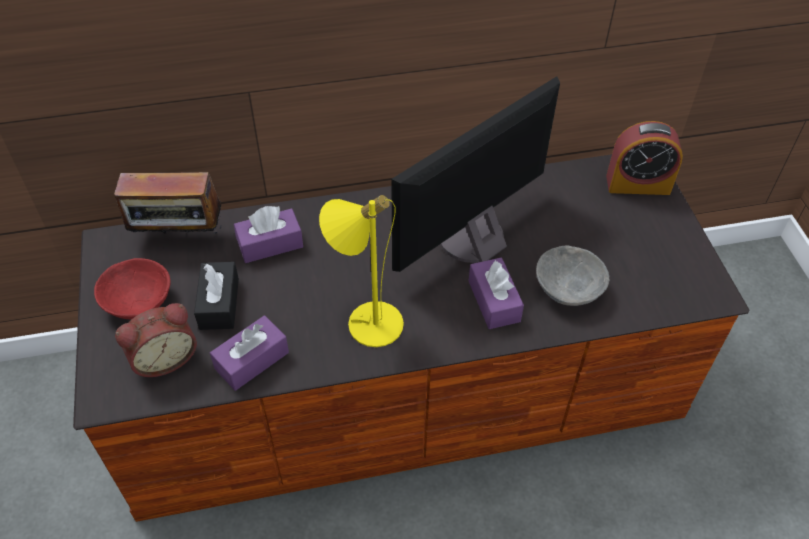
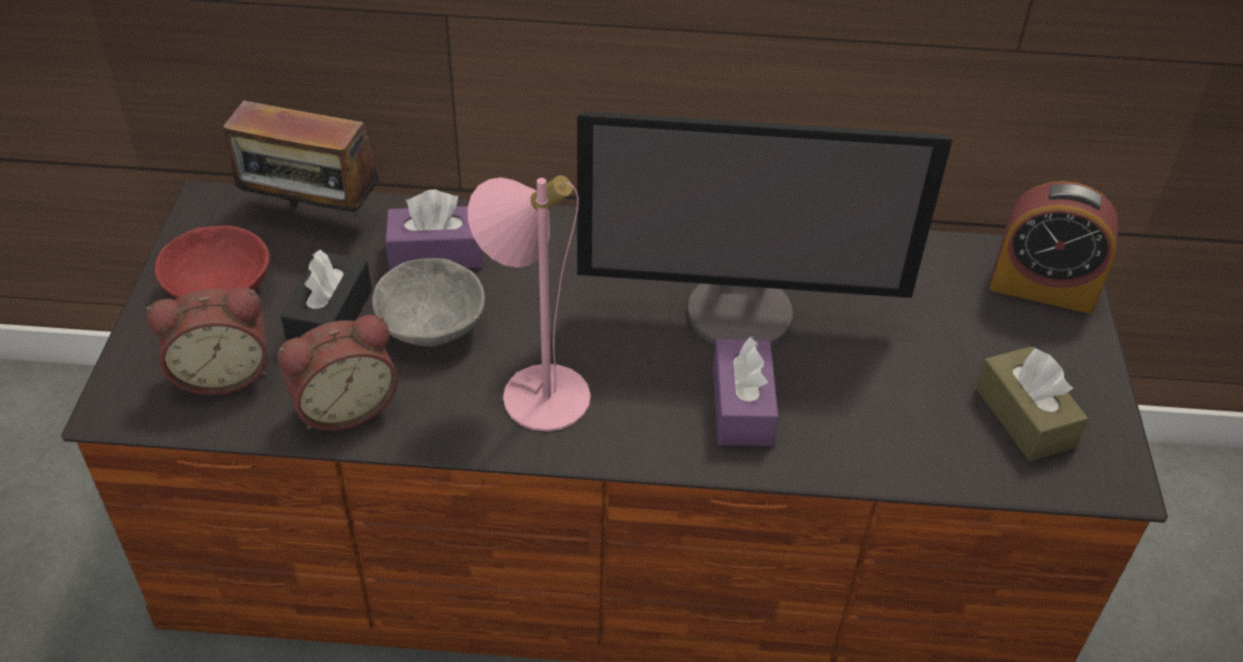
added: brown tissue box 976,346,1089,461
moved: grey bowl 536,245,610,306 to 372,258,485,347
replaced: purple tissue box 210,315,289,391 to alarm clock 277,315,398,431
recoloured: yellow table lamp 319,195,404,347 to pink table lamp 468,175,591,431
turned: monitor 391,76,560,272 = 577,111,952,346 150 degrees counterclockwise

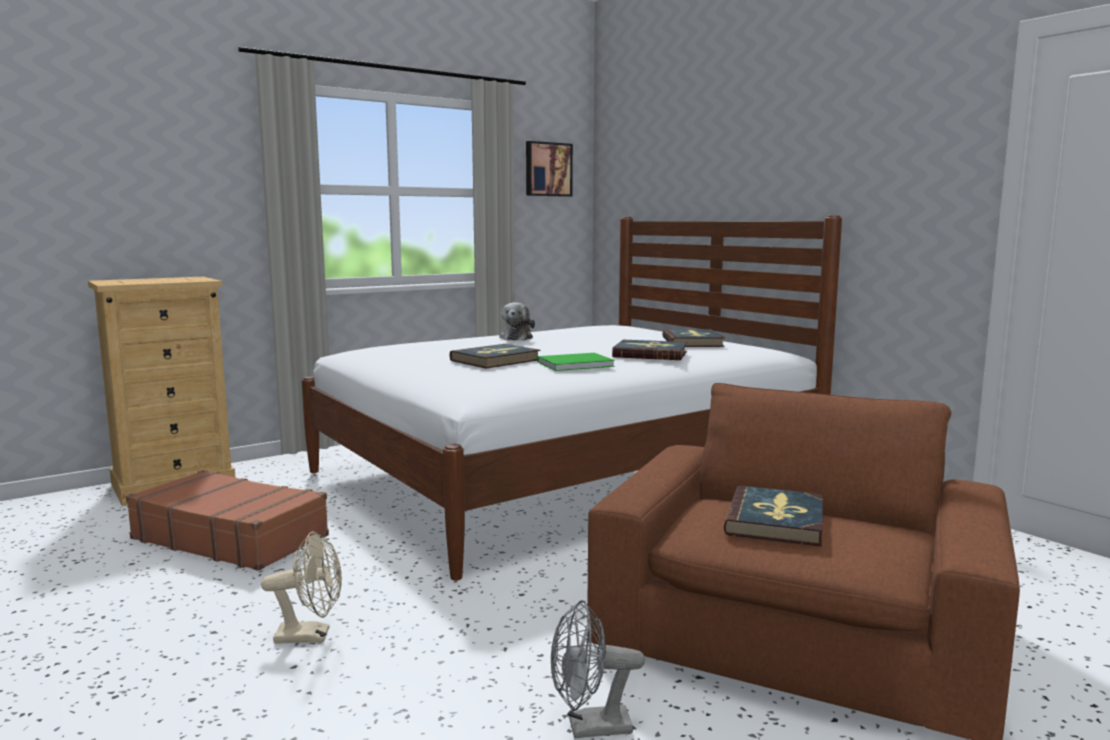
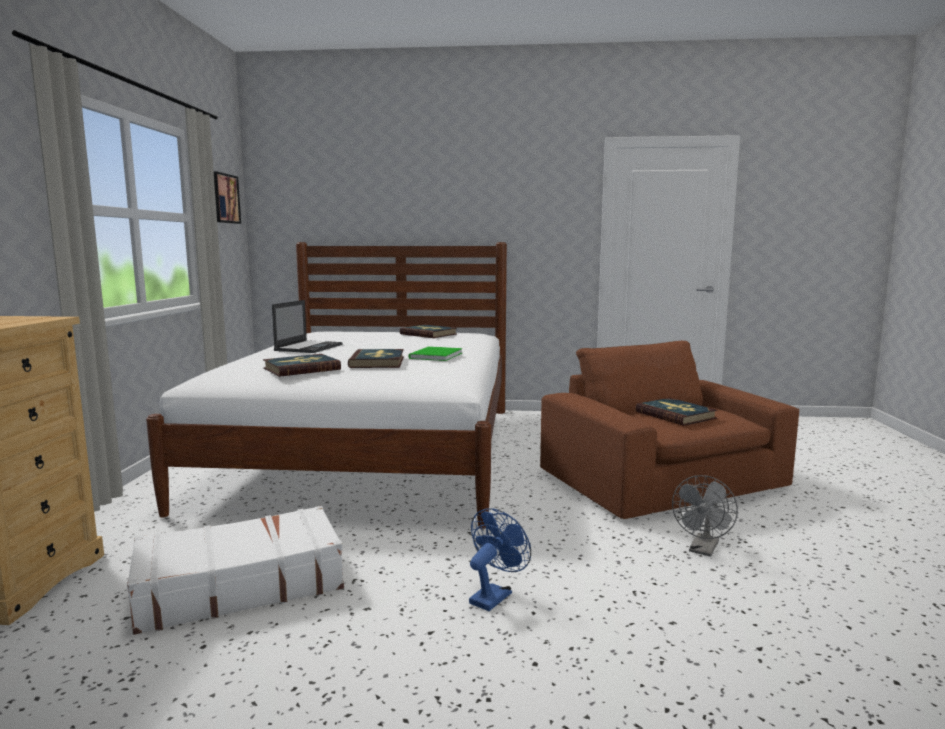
moved: book 612,340,687,360 to 263,354,341,377
replaced: plush toy 499,302,535,341 to laptop 272,300,342,353
recoloured: brown suitcase 126,470,329,571 to white suitcase 127,506,344,635; beige fan 261,531,342,644 to blue fan 469,508,531,611

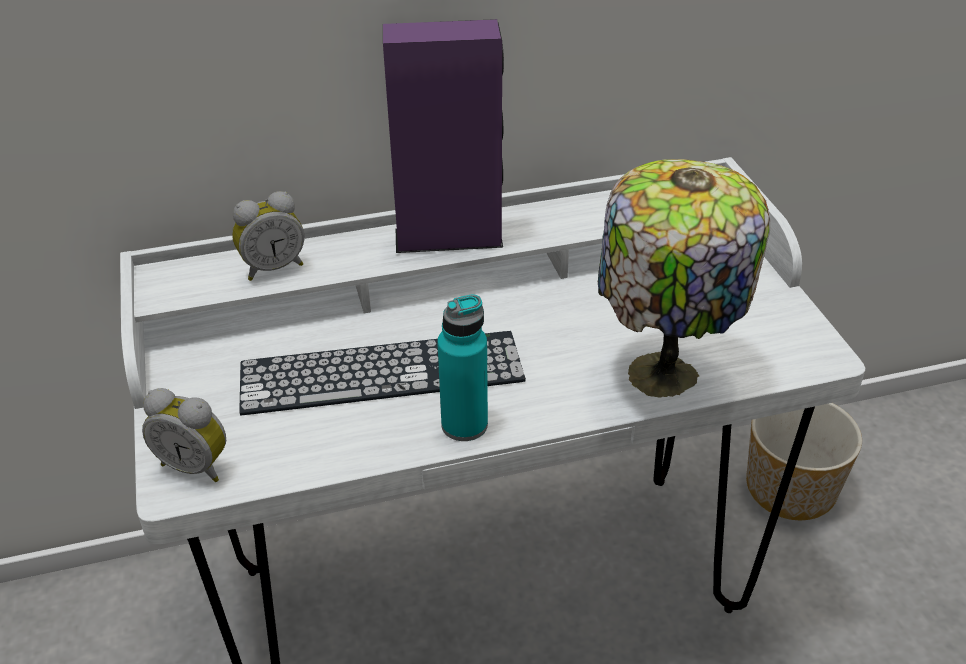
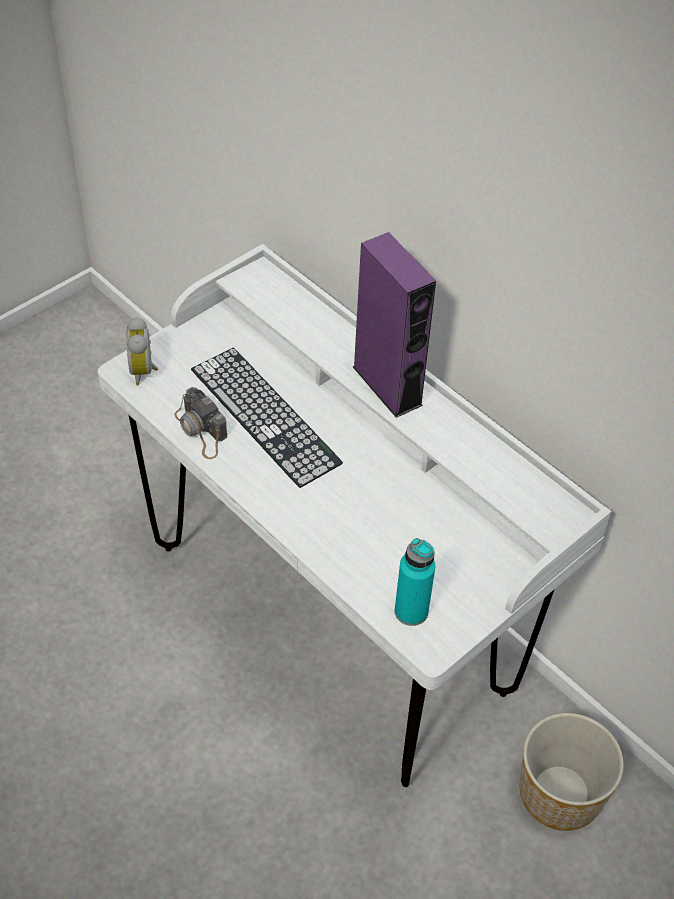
removed: alarm clock 232,191,304,281; table lamp 598,159,770,398
added: photo camera 174,387,227,459
moved: turquoise bottle 437,295,488,441 to 395,538,435,626

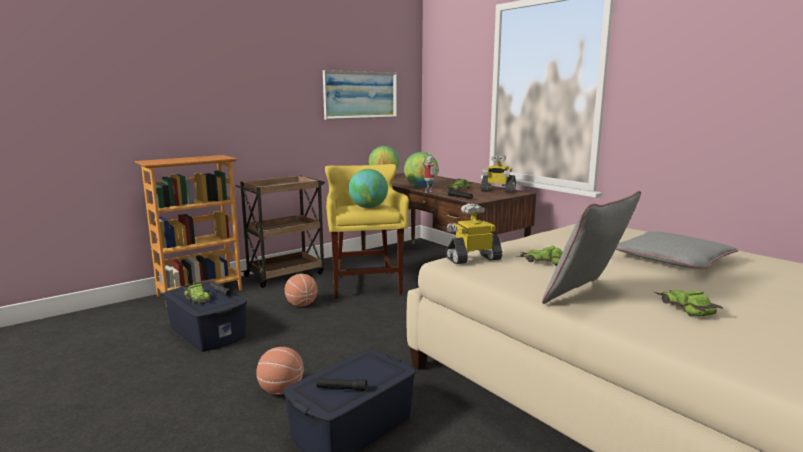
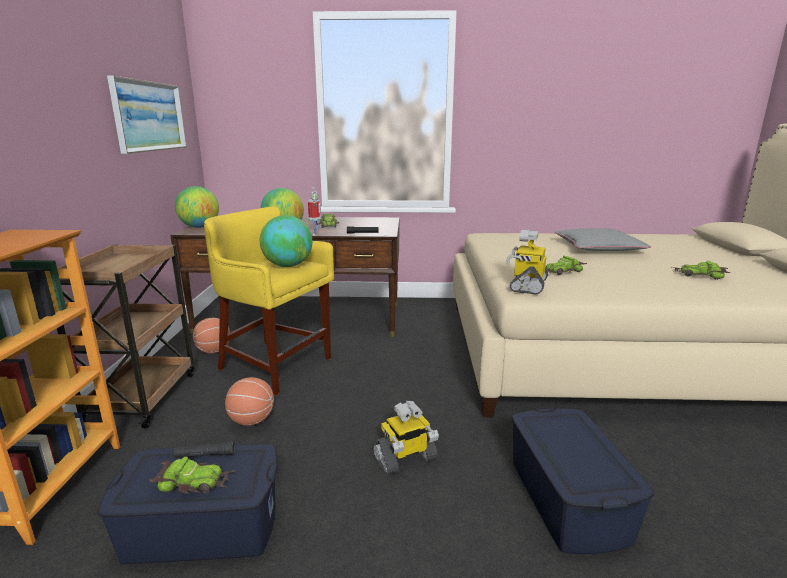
removed: black flashlight 316,378,367,391; grey pillow 542,191,641,304
moved: basketball 256,347,304,395 to 193,318,230,353; toy robot 481,155,516,193 to 373,401,439,474

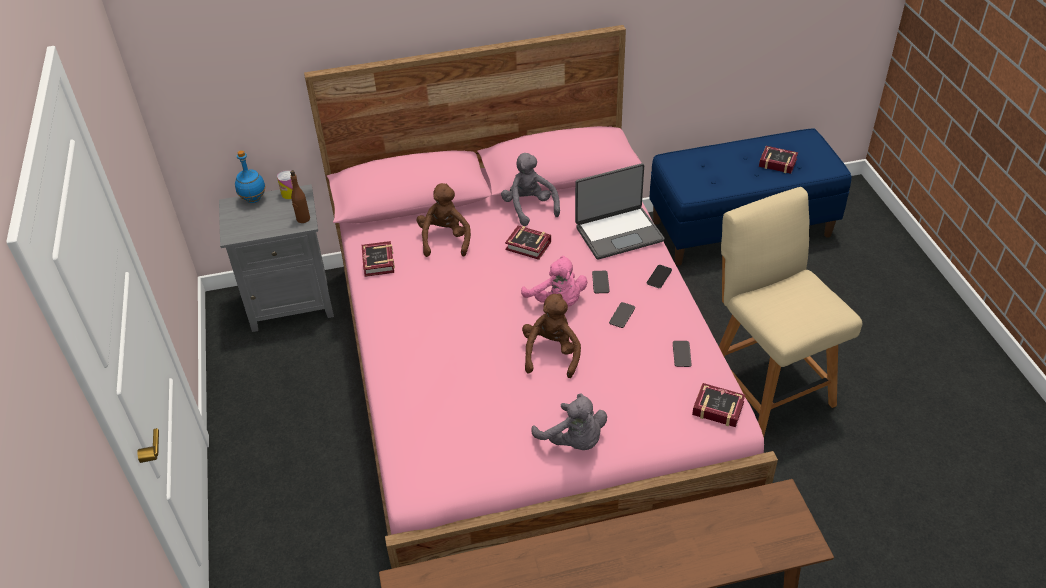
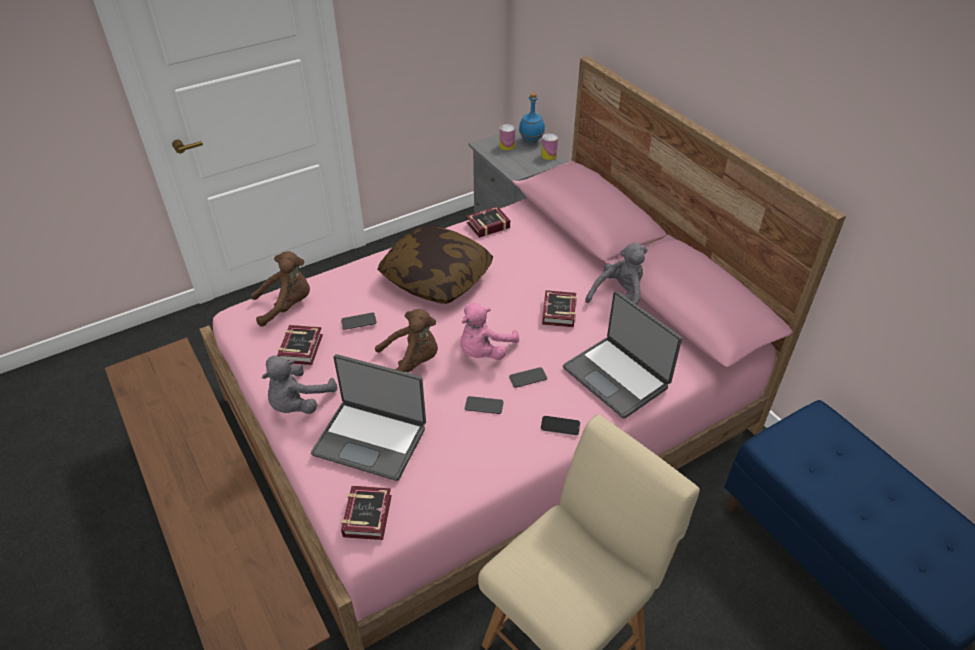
removed: brown bottle 290,170,310,223
added: laptop 311,354,426,481; pillow 377,225,493,304; can 500,124,515,150
moved: brown plush toy 417,183,471,257 to 251,251,310,327; book 759,146,798,174 to 277,325,323,365; phone 673,341,692,367 to 341,313,377,330

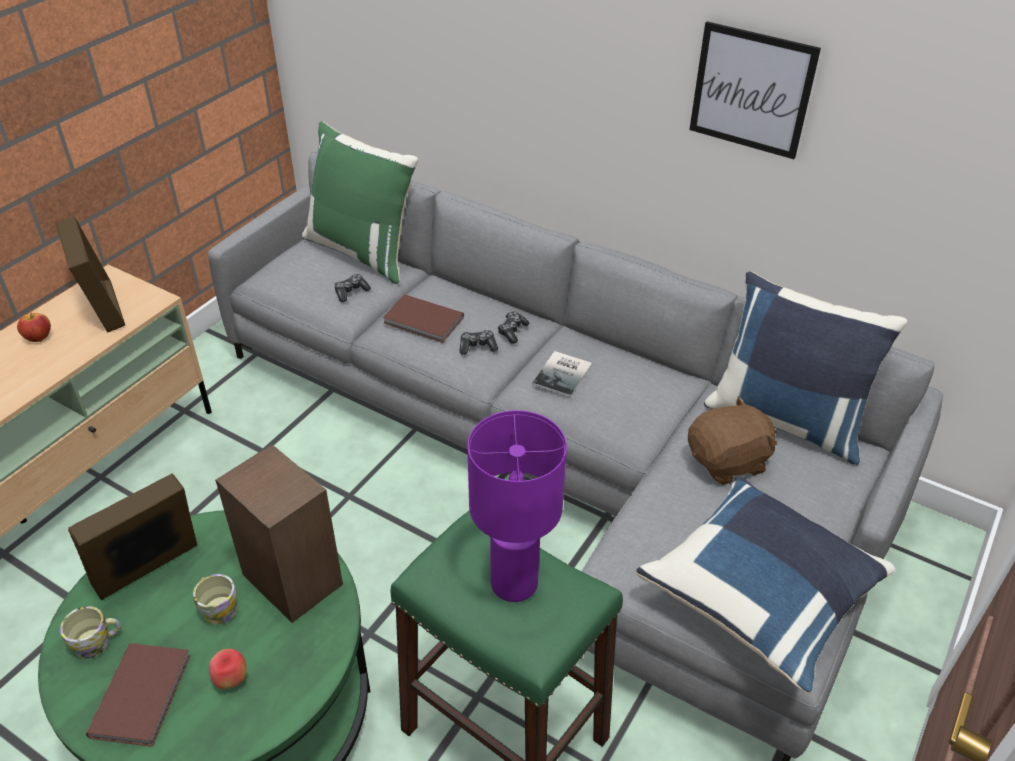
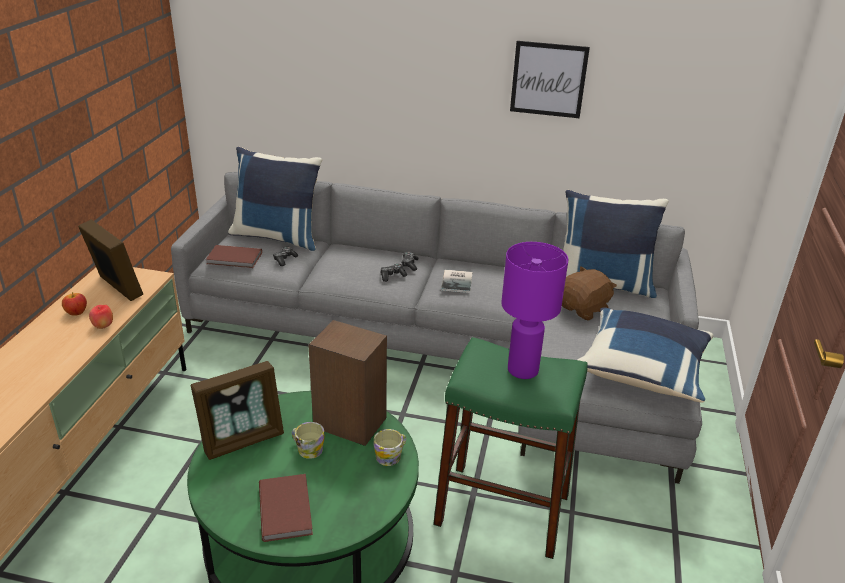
moved: apple 209,649,247,689 to 89,305,113,329; brown book 382,294,464,343 to 206,245,262,268; mug 60,606,121,659 to 373,429,406,466
recoloured: green pillow 302,121,418,284 to blue pillow 228,147,322,251
turned: picture frame 68,473,197,600 = 191,361,284,460 150 degrees counterclockwise

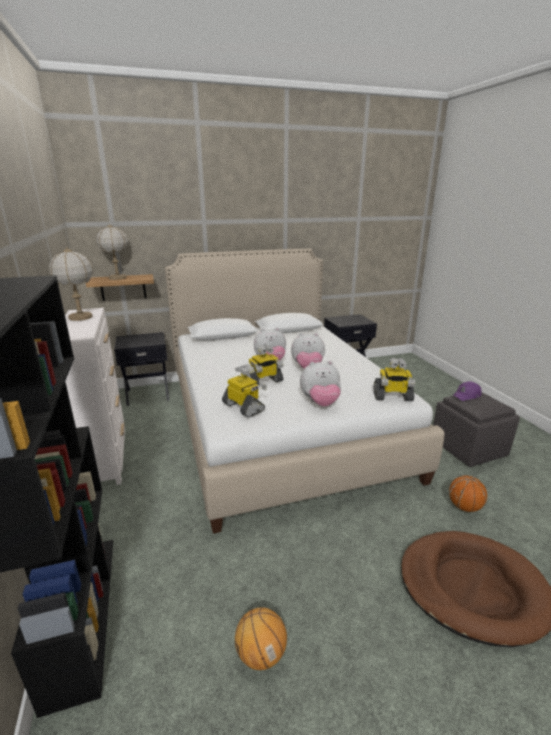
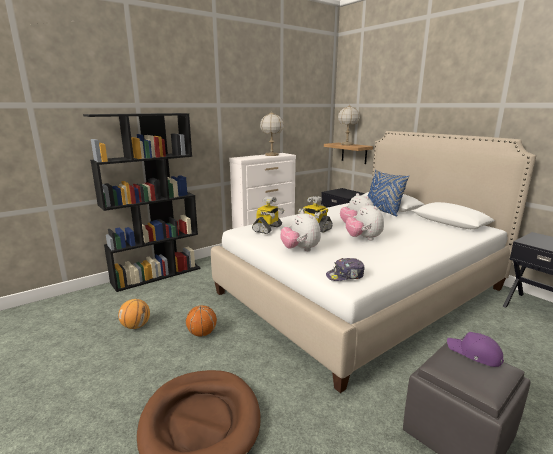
added: blue pillow 368,170,410,216
moved: basketball 449,475,487,512 to 186,305,217,337
replaced: toy robot 373,358,415,401 to cap 326,258,365,281

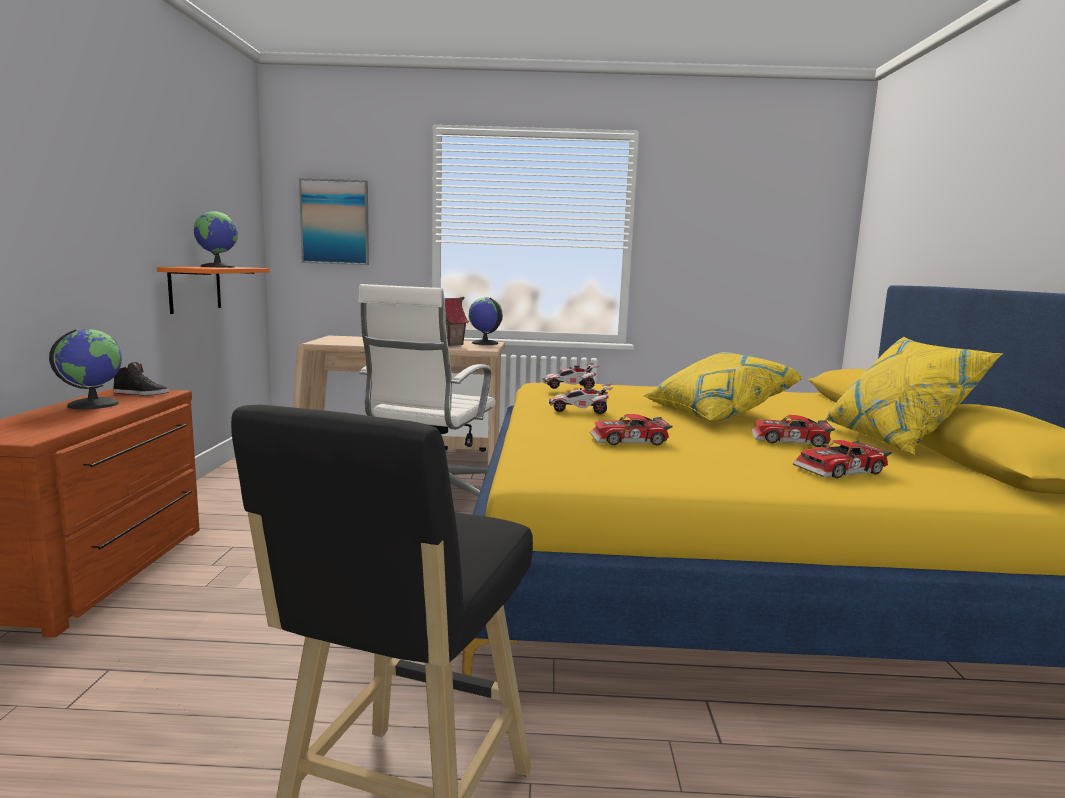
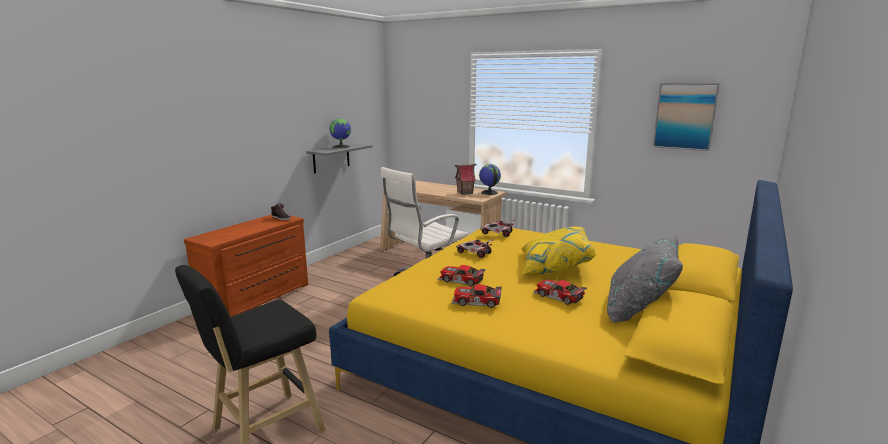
removed: globe 49,329,122,409
moved: toy car 793,440,892,478 to 452,284,502,308; picture 299,178,369,265 to 653,83,720,151
recoloured: orange shelf 157,267,270,314 to grey shelf 306,143,372,174; yellow pillow 825,336,1003,455 to grey pillow 607,235,683,323

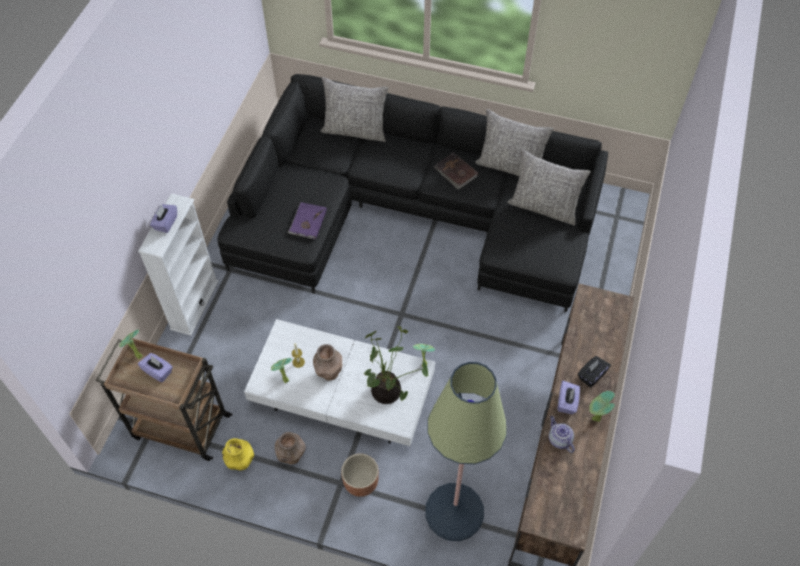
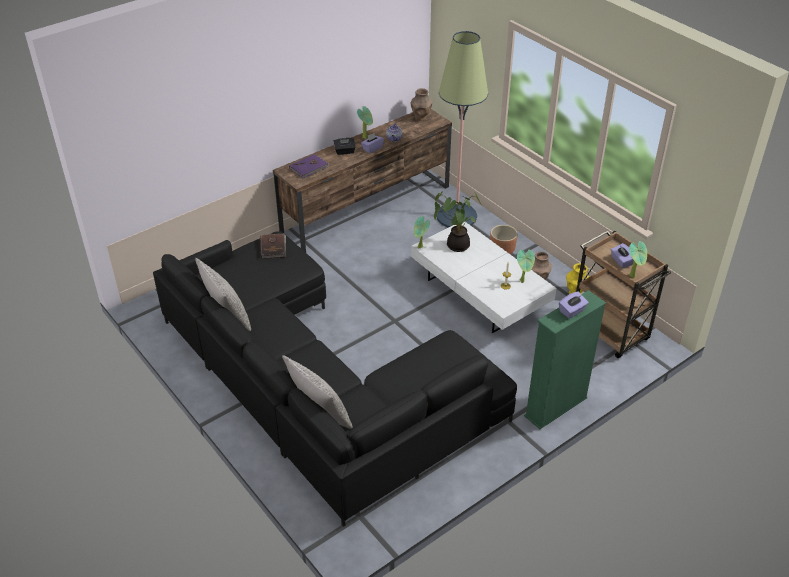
removed: grey pillow 508,149,591,226
moved: brown book 434,153,478,189 to 260,233,286,259; purple book 287,202,327,239 to 289,154,330,178; brown vase 313,344,342,381 to 411,88,433,121
recoloured: white bookcase 138,193,219,336 to green bookcase 524,290,606,429

